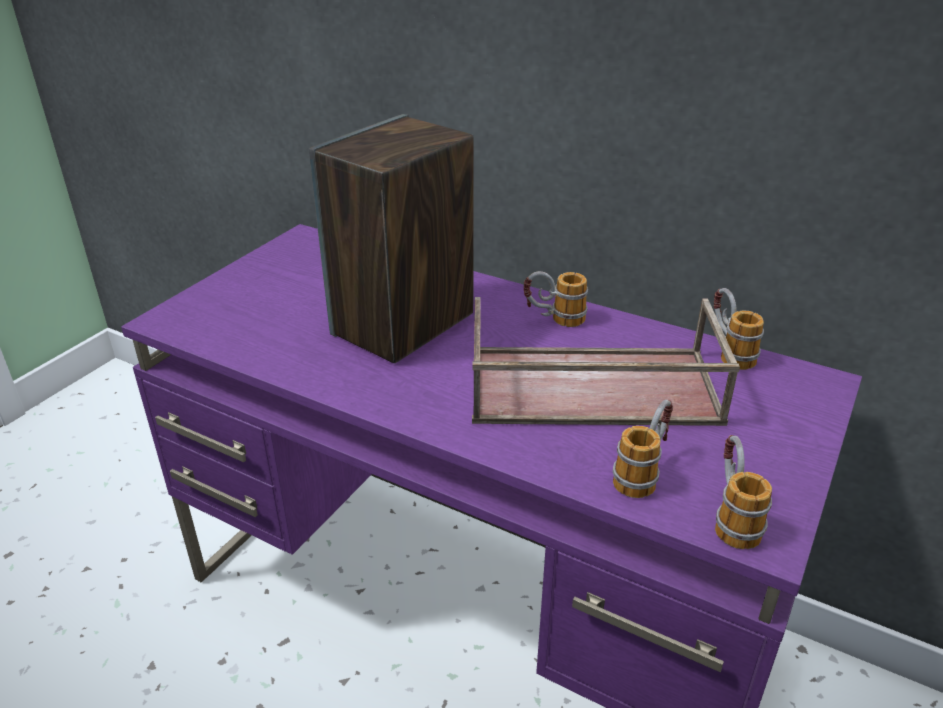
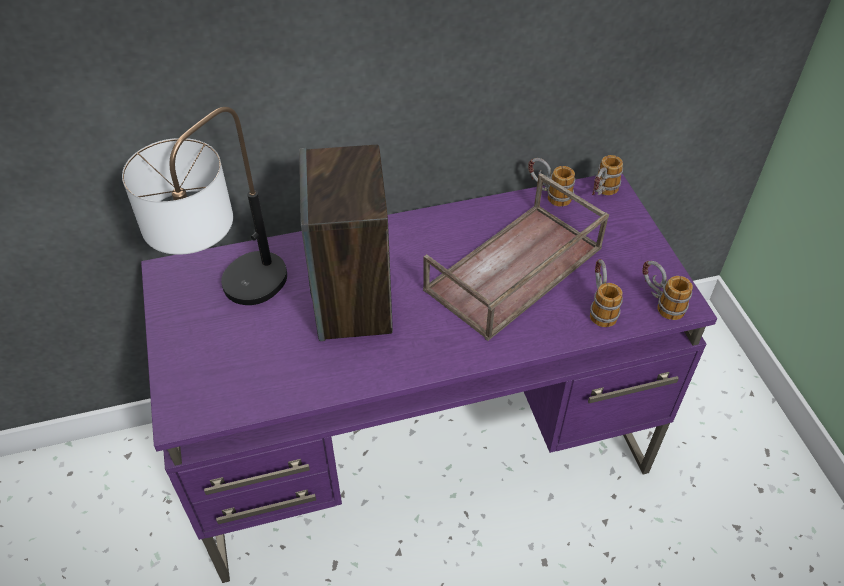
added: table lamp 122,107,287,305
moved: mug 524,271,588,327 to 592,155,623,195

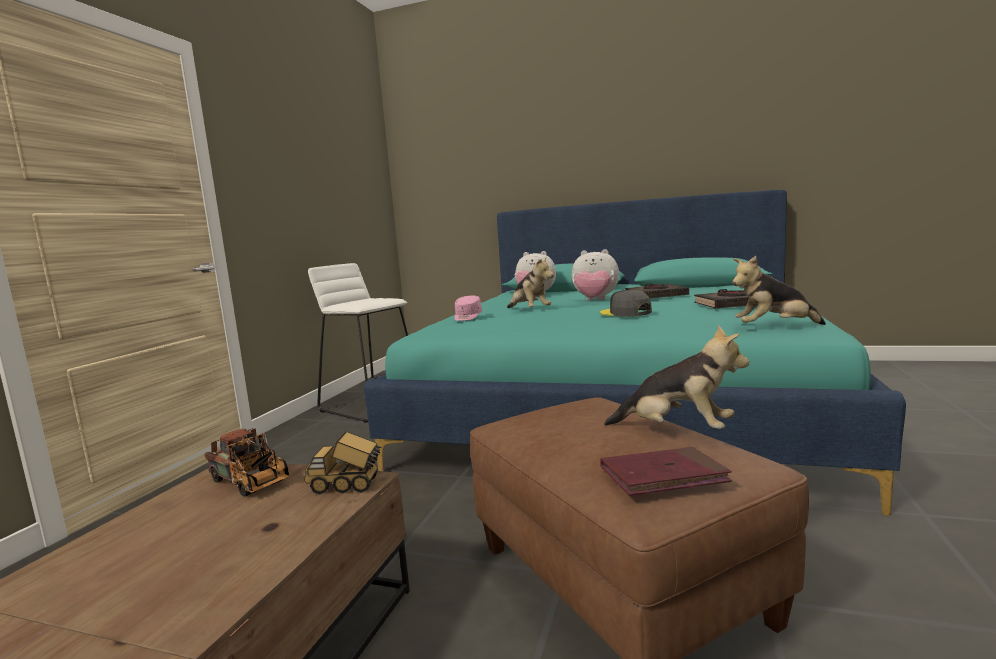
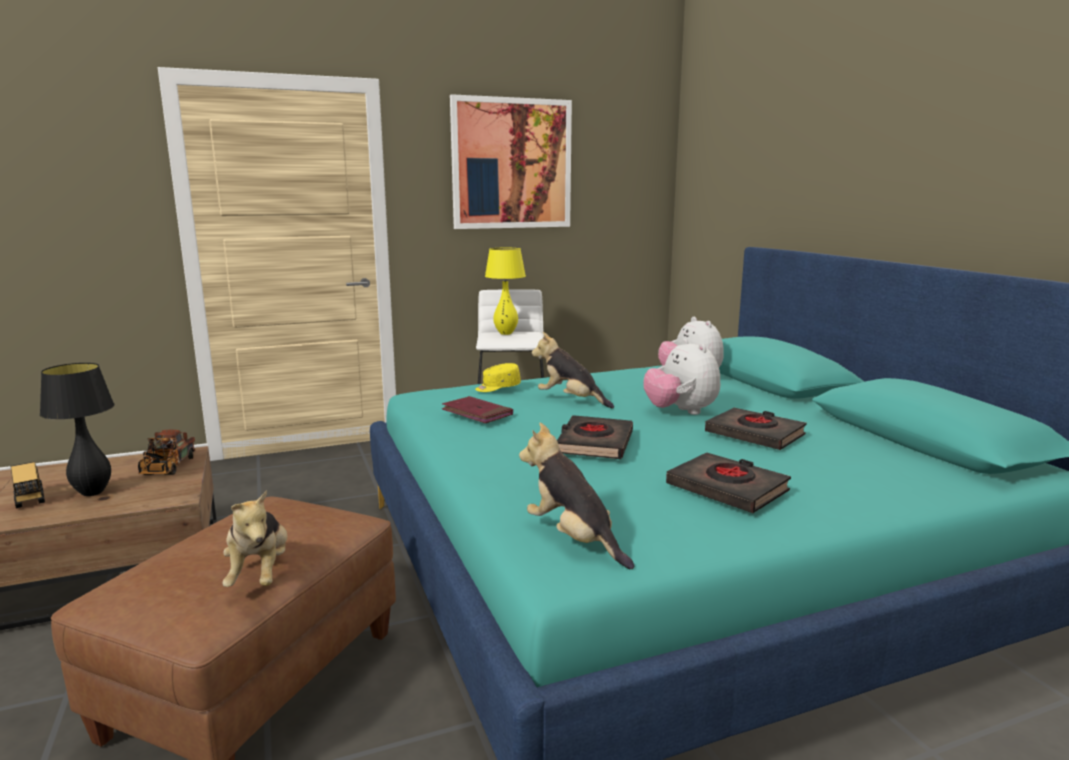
added: black table lamp 40,363,115,496; picture 450,94,572,229; yellow table lamp 485,248,526,335
moved: toy truck 304,432,382,494 to 11,462,45,508; red book 600,446,732,496 to 442,396,513,423
replaced: grey cap 600,289,652,317 to black book 557,415,633,459
recoloured: pink cap 455,296,482,321 to yellow cap 475,363,521,392
turned: plush toy 507,257,554,308 = 532,332,614,408 105 degrees clockwise

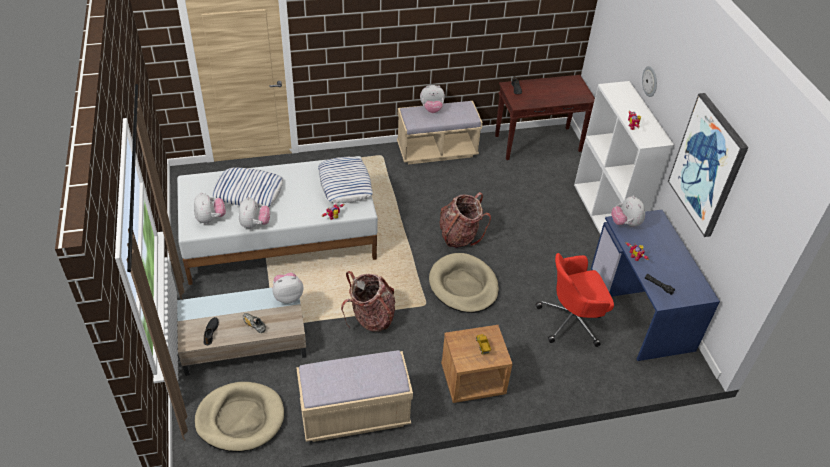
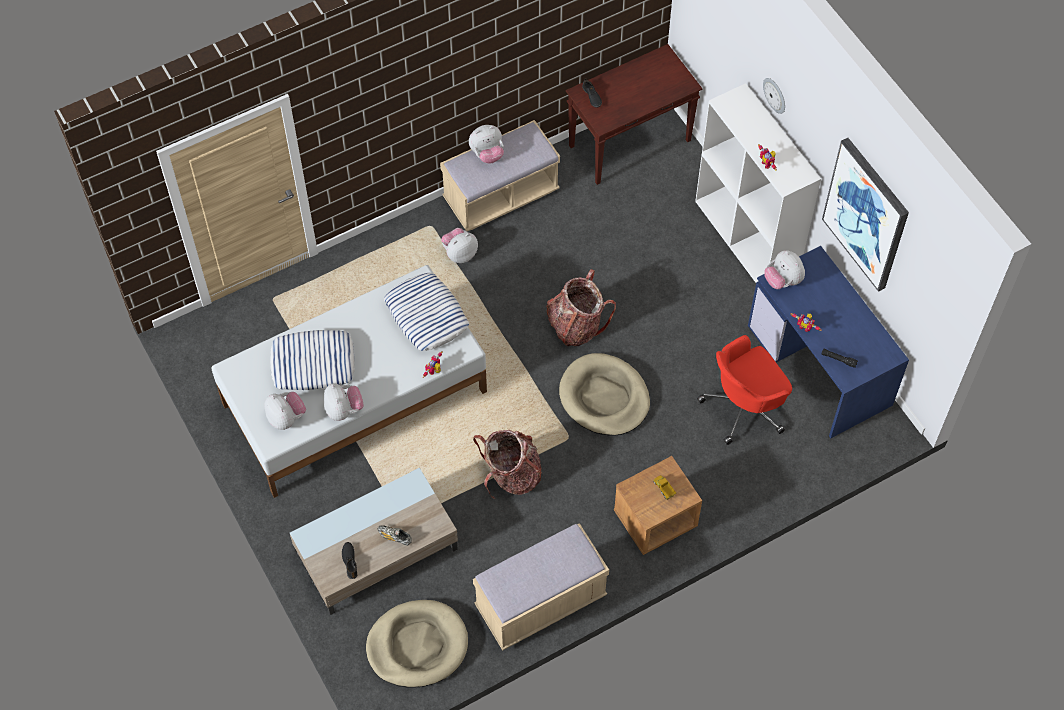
moved: plush toy 272,272,303,304 to 441,228,478,263

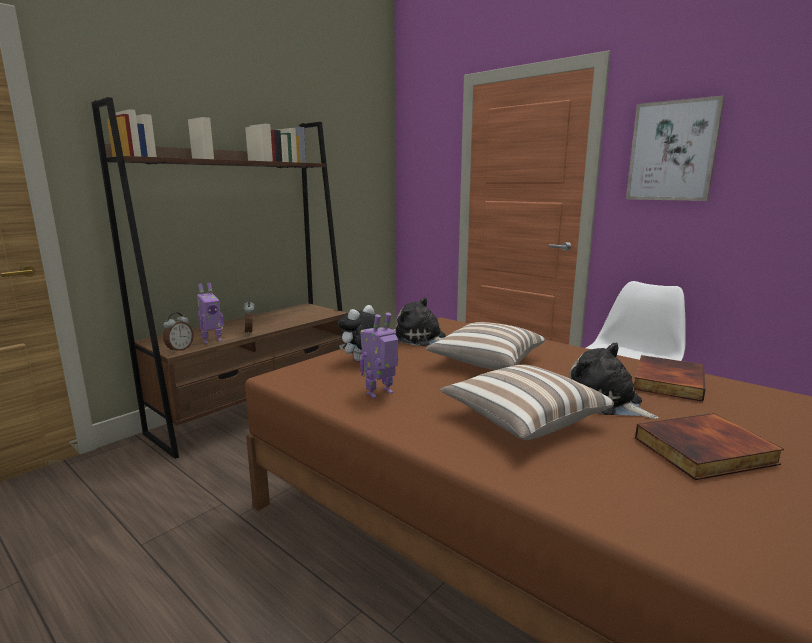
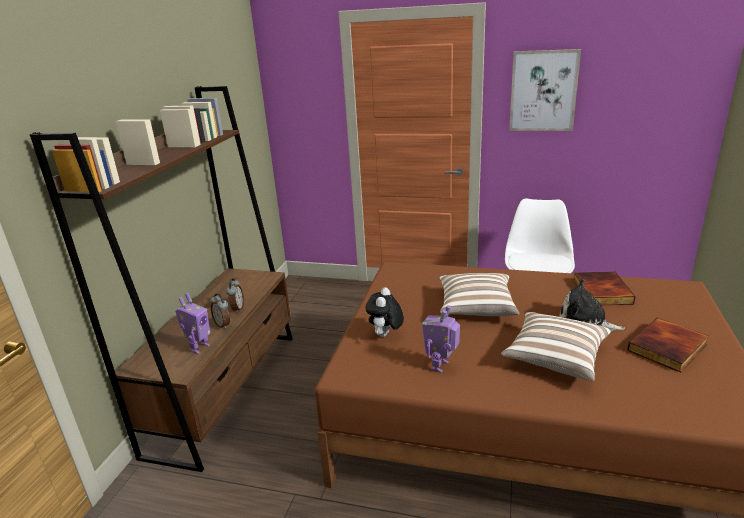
removed: plush toy 396,297,446,346
moved: alarm clock 163,312,194,353 to 226,279,244,313

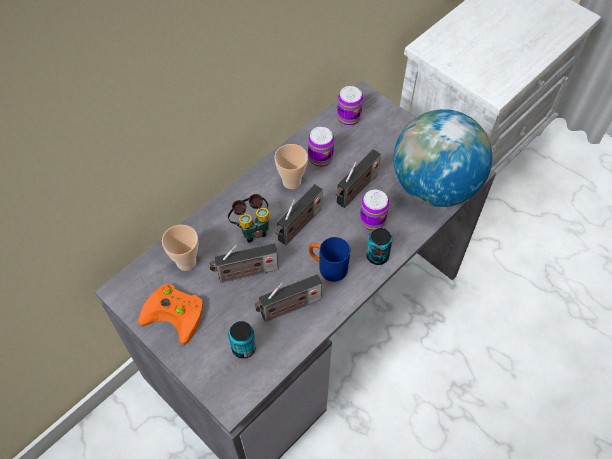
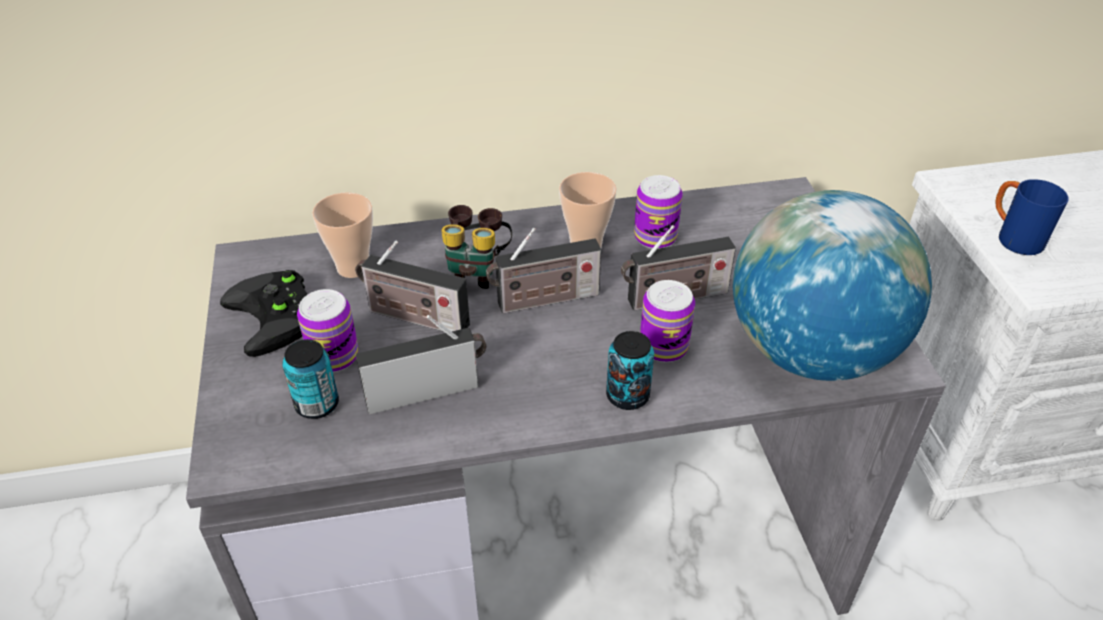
moved: can 337,86,363,126 to 297,289,358,372; blue mug 309,237,350,282 to 996,179,1069,255
recoloured: orange game controller 138,284,202,344 to black game controller 220,270,308,357
turned: radio 254,274,322,322 = 356,315,486,414 150 degrees clockwise

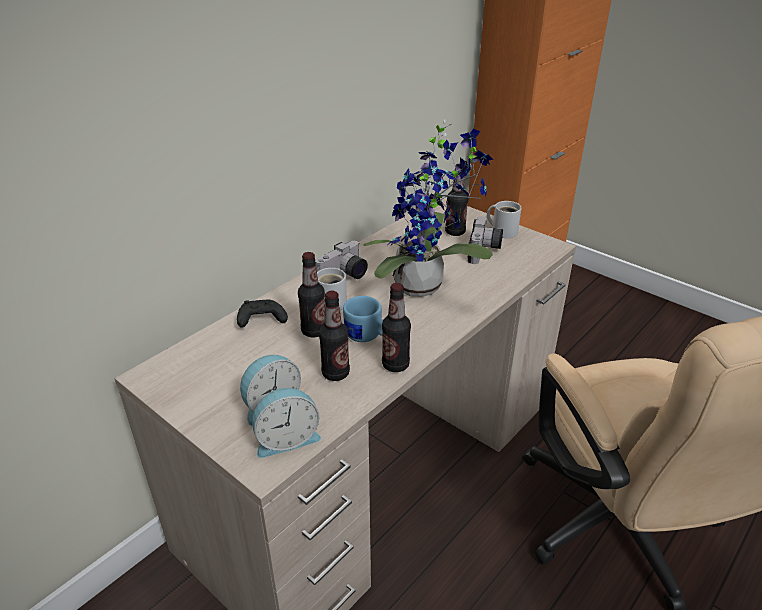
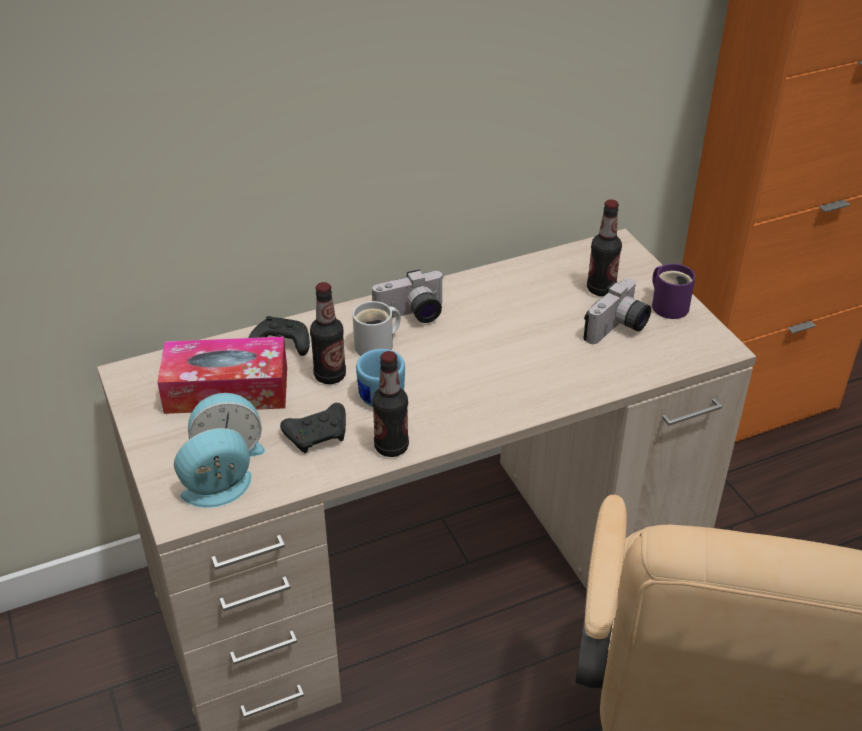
removed: potted plant 363,120,494,297
added: tissue box 157,336,287,414
replaced: bottle 319,291,350,381 to black game controller 280,403,346,453
recoloured: white mug 487,201,521,238 to purple mug 652,263,695,319
turned: alarm clock 252,388,321,458 = 174,428,252,508 150 degrees clockwise

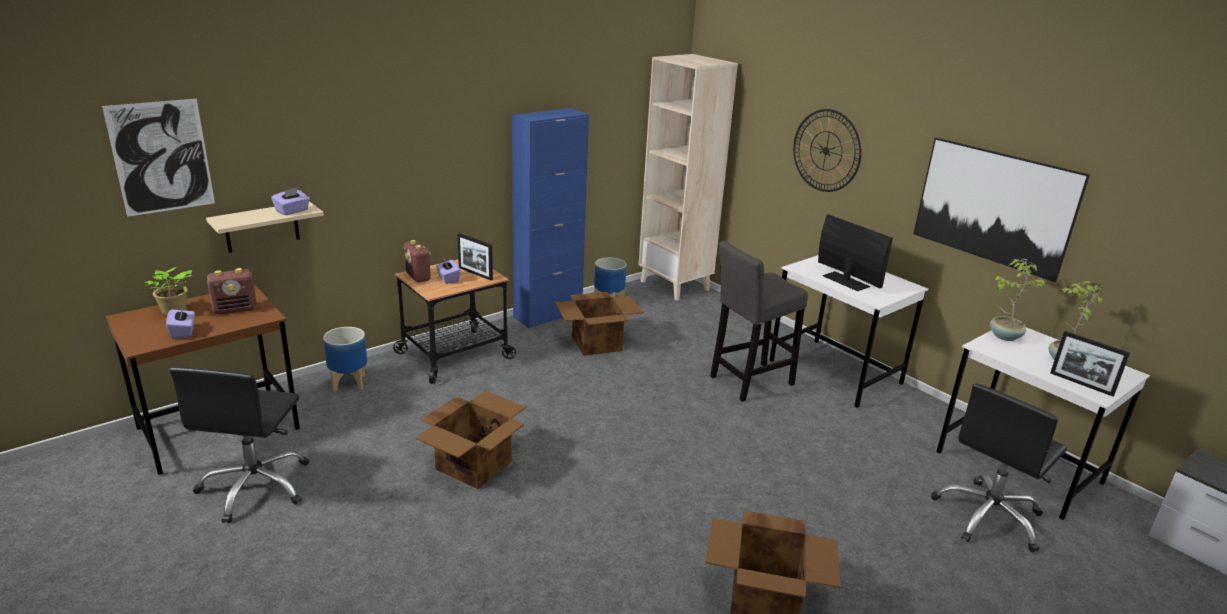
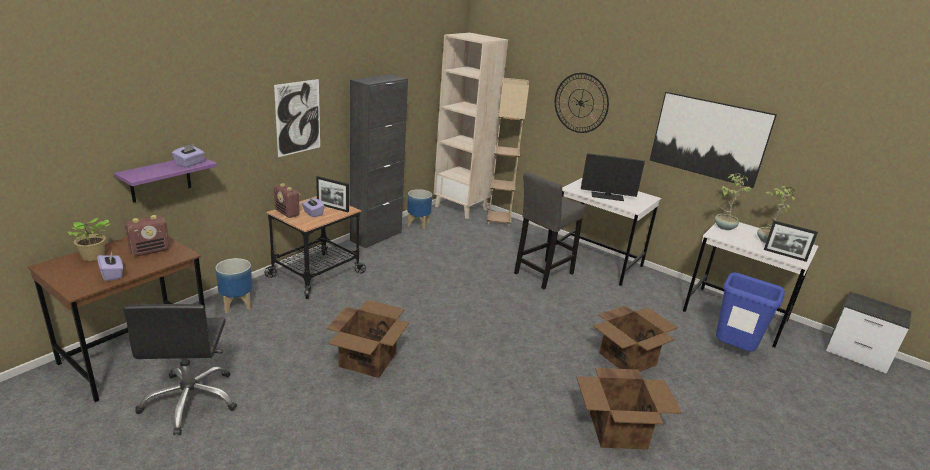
added: beige floor lamp 487,78,529,226
moved: picture 102,99,215,217 to 274,79,320,157; cardboard box 555,292,643,356 to 593,305,678,372
replaced: black office chair 931,383,1067,552 to blue trash can 716,273,785,351
recoloured: beige shelf 206,201,324,253 to purple shelf 114,158,217,203; blue cabinet 512,108,589,329 to black cabinet 350,74,408,248
turned: monitor 818,214,893,291 = 581,153,645,201 150 degrees clockwise

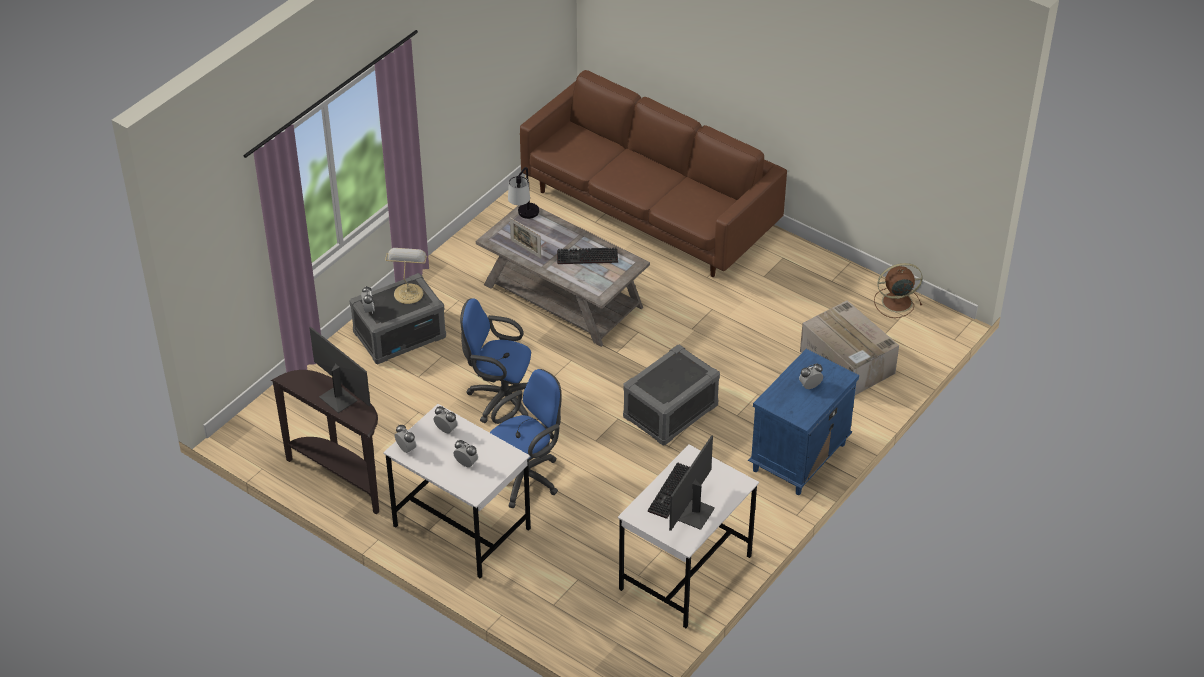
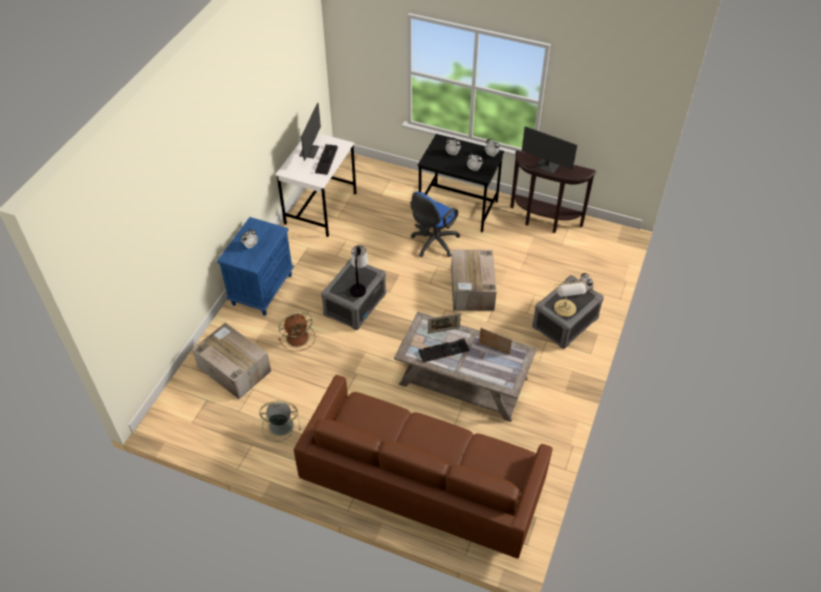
added: grey fan 259,400,301,442; picture frame 428,313,461,334
moved: brown fan 874,263,923,318 to 279,312,315,351; table lamp 508,167,539,219 to 350,245,368,297
replaced: blue office chair 460,298,531,423 to cardboard box 451,250,496,311
recoloured: white desk 383,404,531,578 to black desk 418,134,504,233

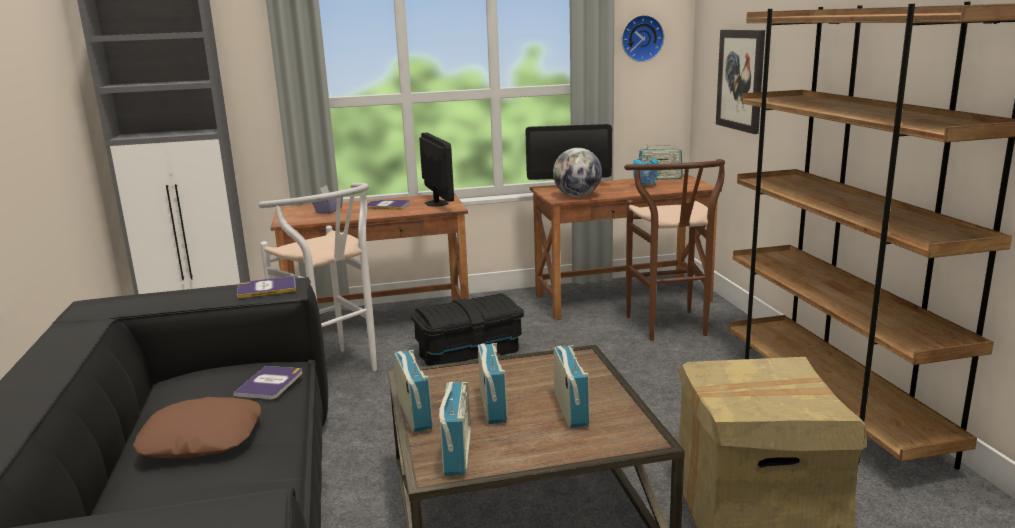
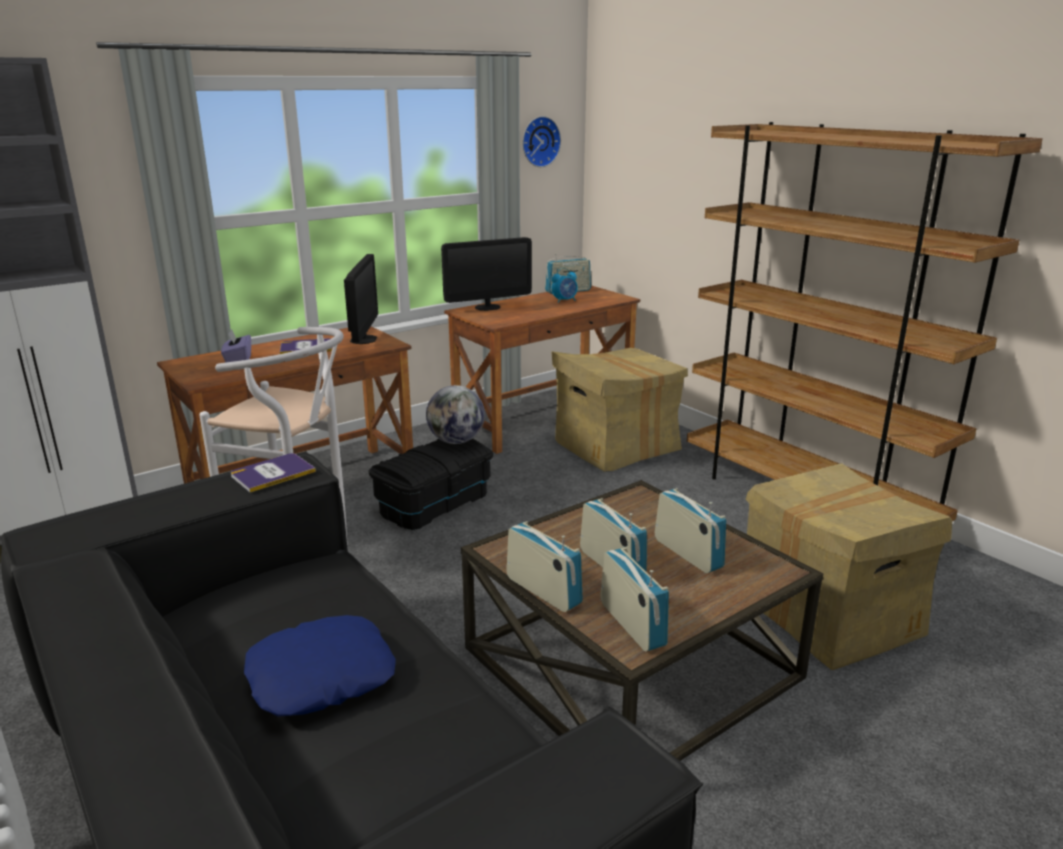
removed: book 233,366,302,399; picture 716,30,765,134
moved: globe 553,148,602,197 to 426,385,485,444
replaced: brown stool 624,159,725,341 to cardboard box 551,348,688,472
recoloured: brown pillow 132,397,261,459 to blue pillow 244,615,396,717
turned: monitor 419,133,454,207 = 344,254,378,344 45 degrees clockwise

